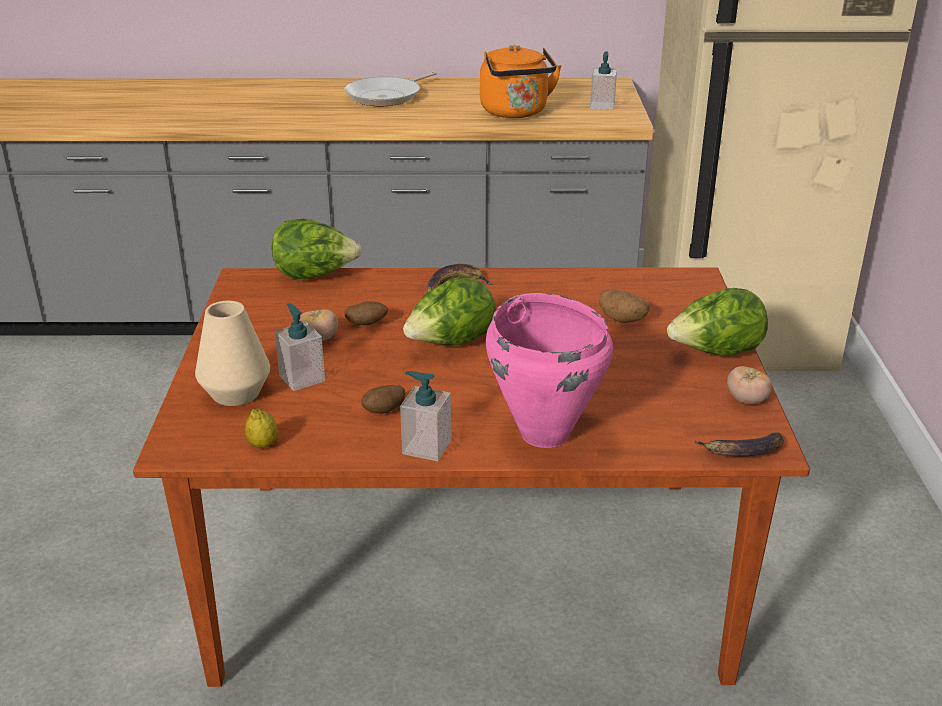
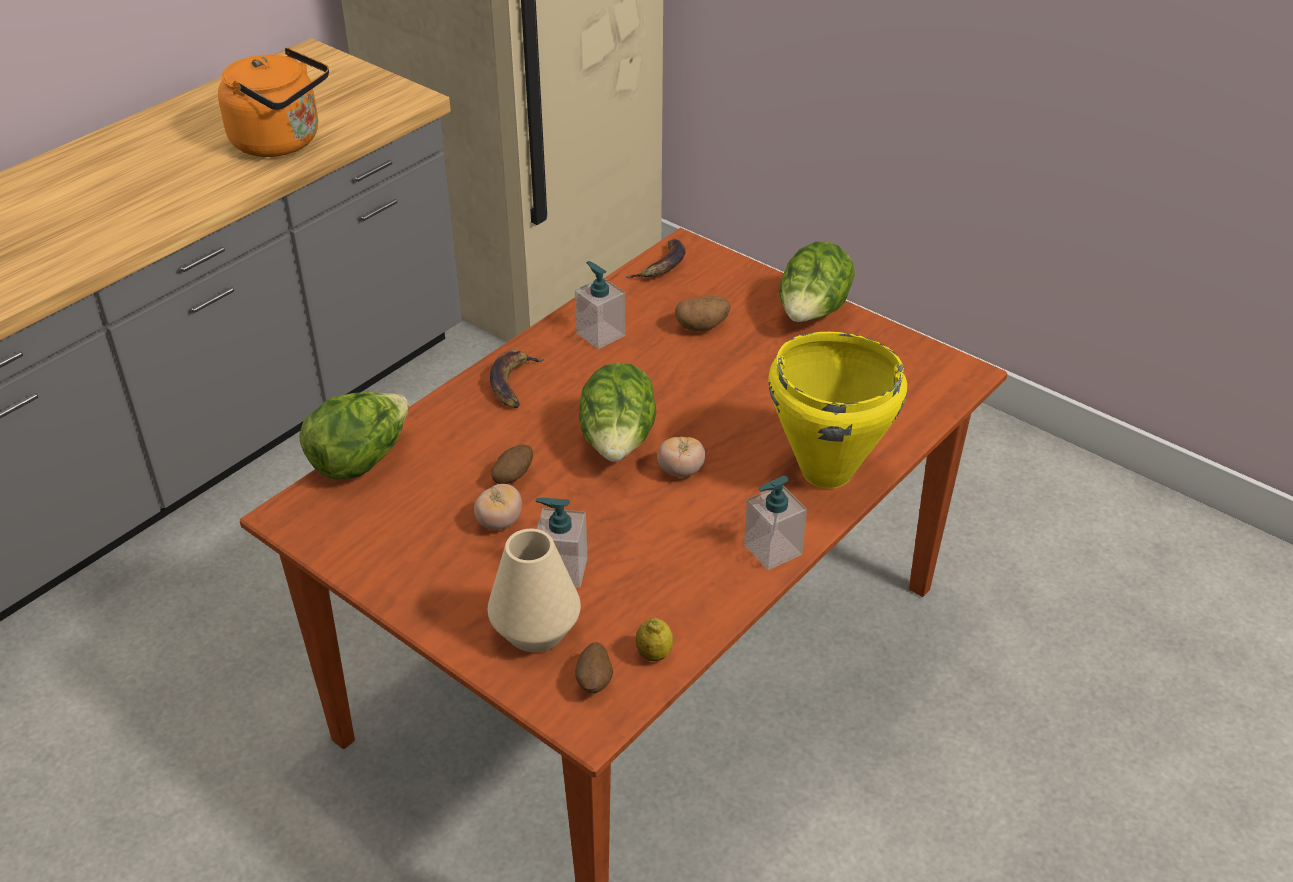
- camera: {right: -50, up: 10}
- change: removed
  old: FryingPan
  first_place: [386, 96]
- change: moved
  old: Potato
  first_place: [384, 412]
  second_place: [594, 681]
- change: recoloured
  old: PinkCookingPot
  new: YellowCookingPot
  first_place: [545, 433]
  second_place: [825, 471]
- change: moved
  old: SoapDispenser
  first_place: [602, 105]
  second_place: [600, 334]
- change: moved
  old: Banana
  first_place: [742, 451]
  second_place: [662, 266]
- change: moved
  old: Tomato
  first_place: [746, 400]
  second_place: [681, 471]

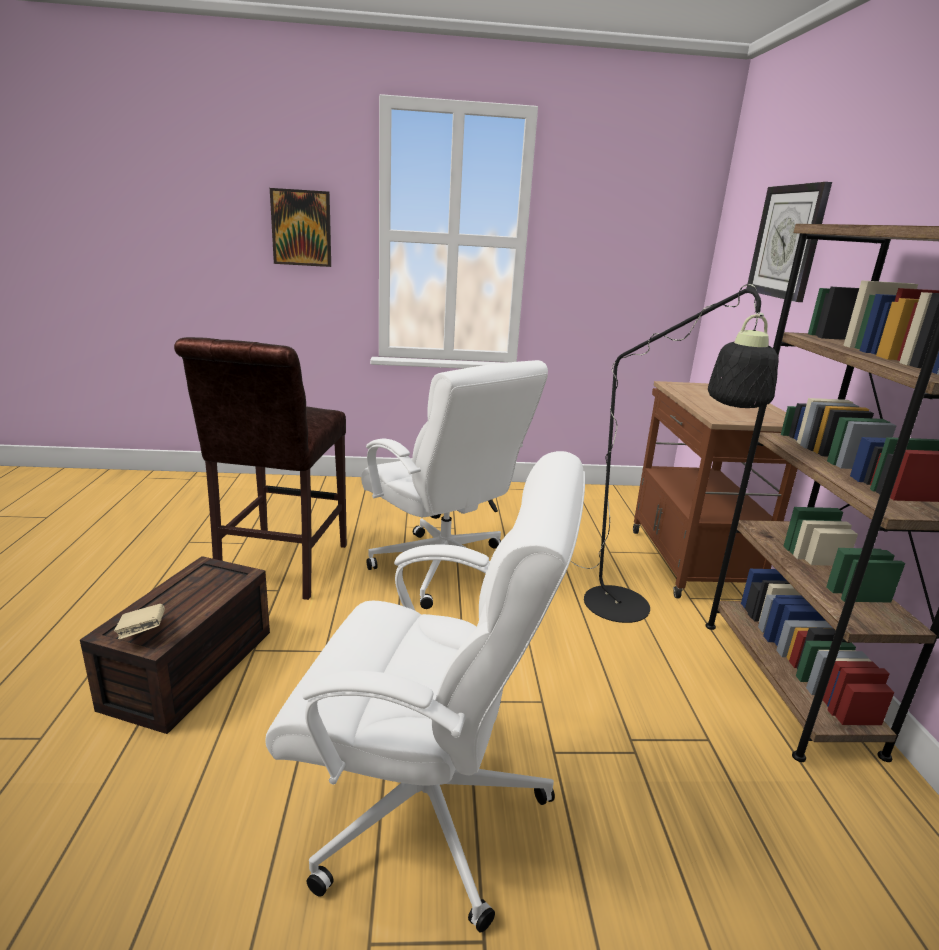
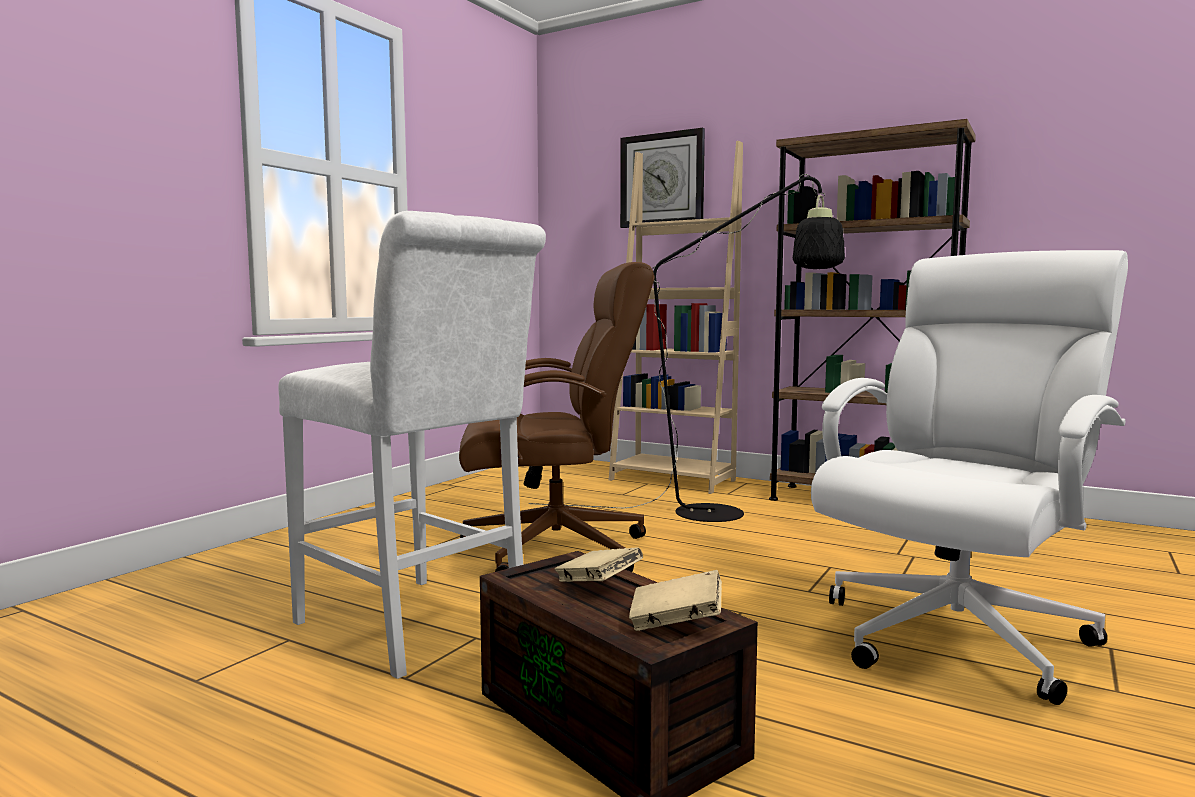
- camera: {right: -55, up: -15}
- change: recoloured
  old: BrownStool
  new: WhiteStool
  first_place: [279, 569]
  second_place: [417, 628]
- change: removed
  old: Picture
  first_place: [301, 228]
- change: recoloured
  old: WhiteOfficeChair
  new: BrownOfficeChair
  first_place: [444, 567]
  second_place: [555, 550]
- change: replaced
  old: BrownCart
  new: BeigeBookcase
  first_place: [688, 560]
  second_place: [672, 480]
- change: added
  new: BeigeBook
  second_place: [598, 585]

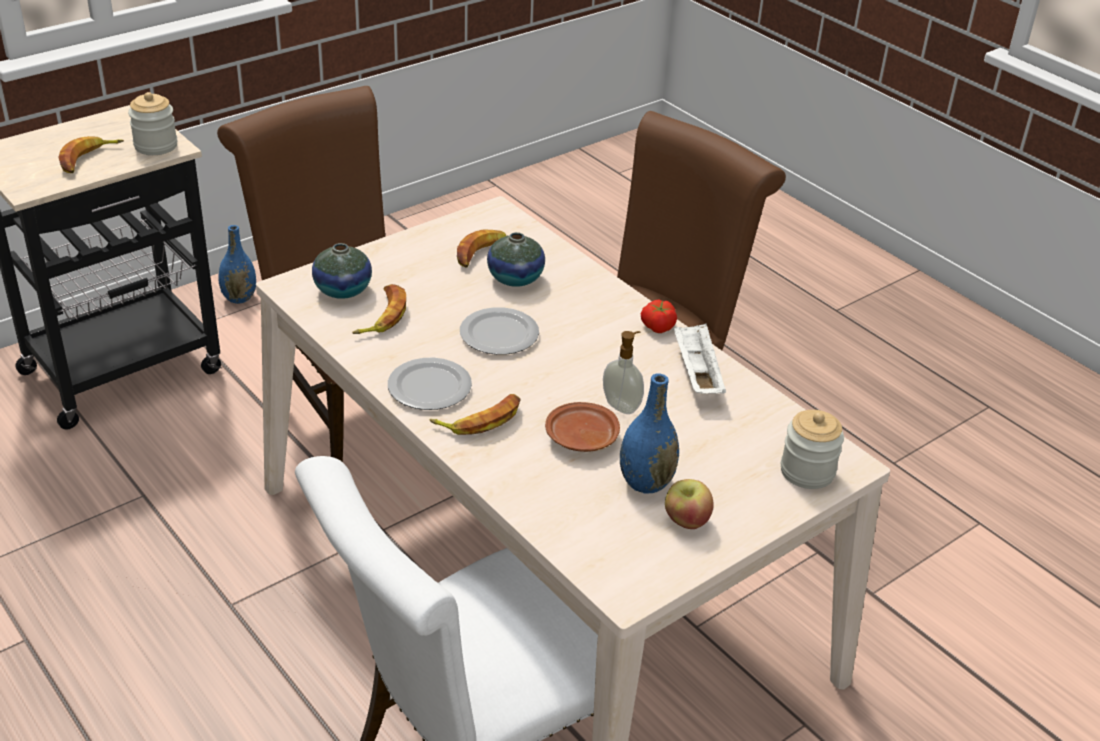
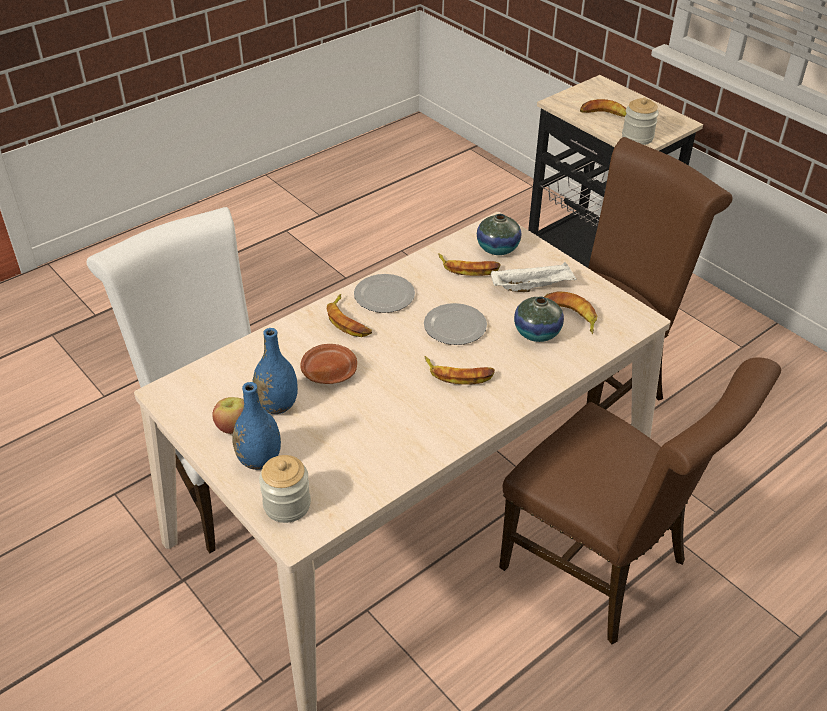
- camera: {right: 90, up: 5}
- change: moved
  old: BlueVase
  first_place: [239, 298]
  second_place: [259, 460]
- change: removed
  old: SoapDispenser
  first_place: [622, 406]
- change: removed
  old: Tomato
  first_place: [657, 326]
- change: moved
  old: WhiteTray
  first_place: [696, 373]
  second_place: [532, 287]
- change: added
  new: Banana
  second_place: [459, 374]

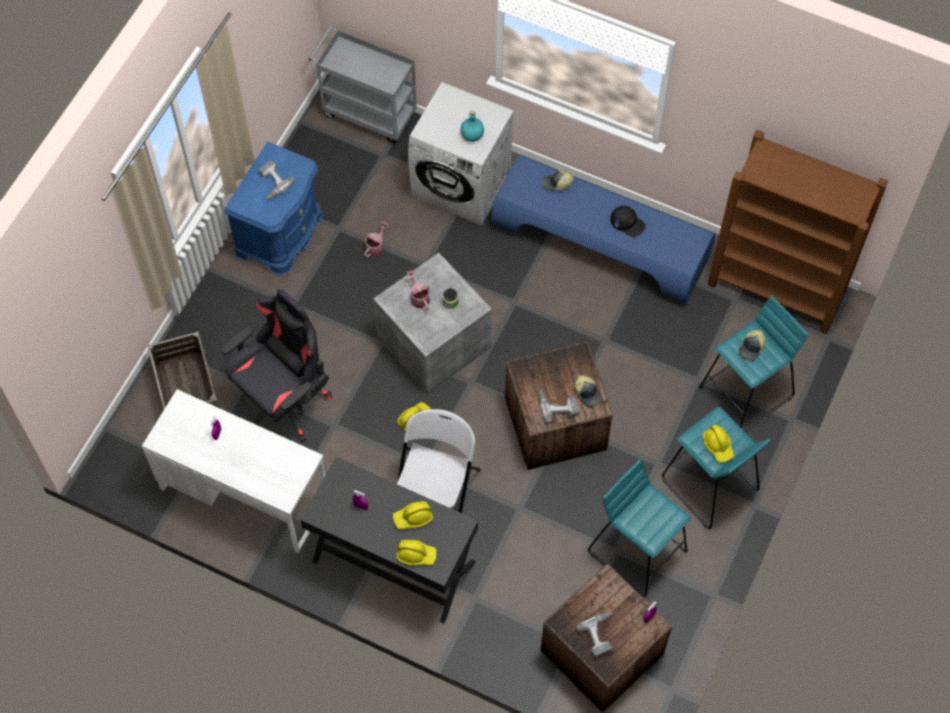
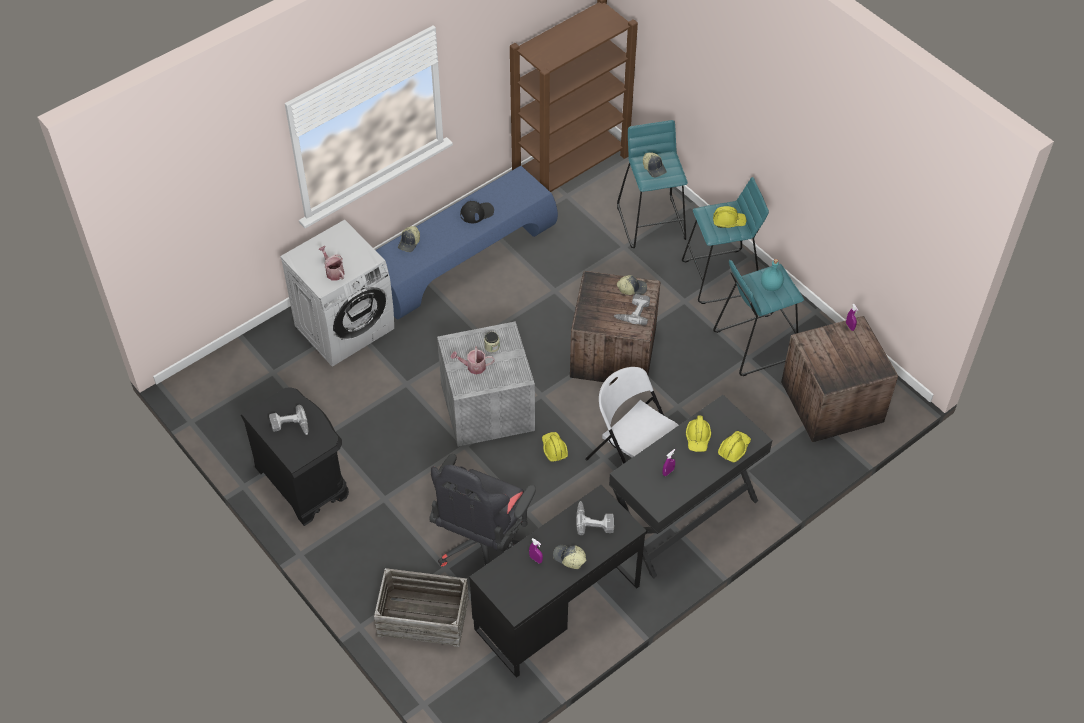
- camera: {right: -65, up: -10}
- change: recoloured
  old: WhiteDesk
  new: BlackDesk
  first_place: [244, 492]
  second_place: [556, 607]
- change: turned
  old: BlackOfficeChair
  first_place: [283, 404]
  second_place: [483, 543]
  degrees: -135
- change: recoloured
  old: BlueNightstand
  new: BlackNightstand
  first_place: [283, 234]
  second_place: [304, 479]
- change: removed
  old: GreyCart
  first_place: [367, 116]
- change: moved
  old: WateringCan
  first_place: [376, 246]
  second_place: [333, 271]
- change: moved
  old: TurquoiseBottle
  first_place: [472, 136]
  second_place: [771, 286]
- change: moved
  old: PowerDrill
  first_place: [600, 635]
  second_place: [594, 520]
- change: added
  new: Cap
  second_place: [569, 558]

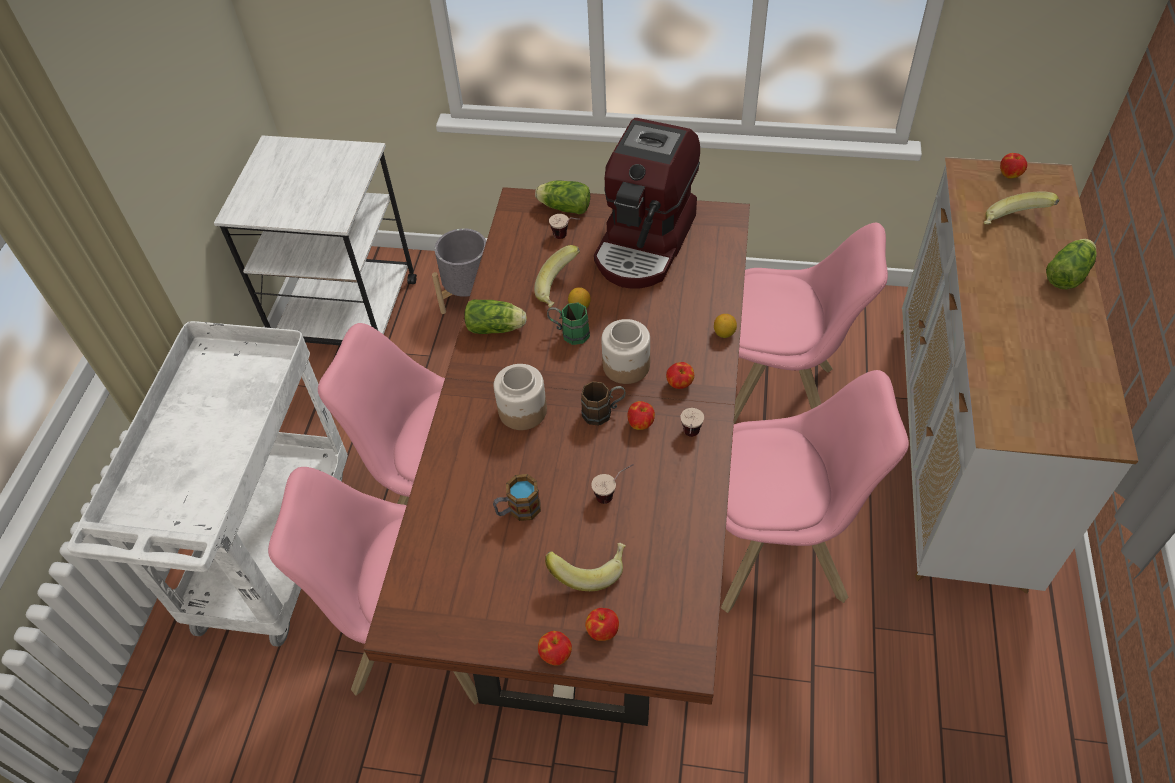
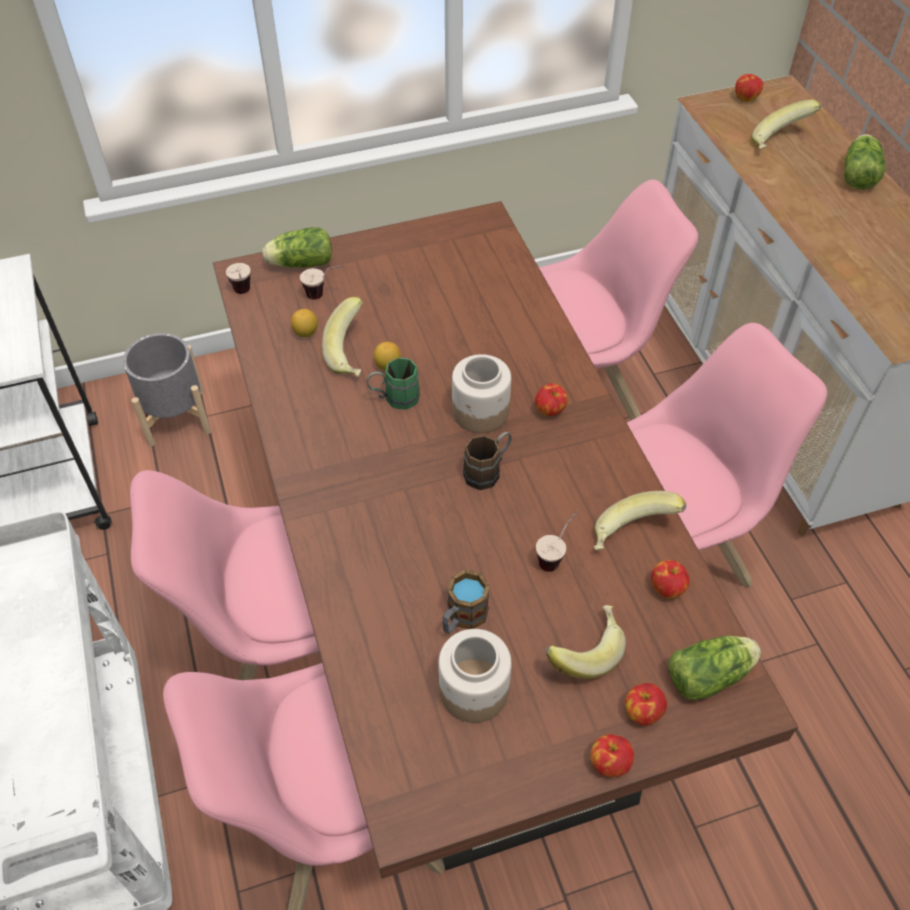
- camera: {right: -30, up: 0}
- change: moved
  old: Lettuce
  first_place: [497, 328]
  second_place: [711, 675]
- change: moved
  old: Jar
  first_place: [522, 411]
  second_place: [473, 690]
- change: removed
  old: CoffeeMachine
  first_place: [646, 243]
- change: moved
  old: Apple
  first_place: [641, 423]
  second_place: [667, 588]
- change: moved
  old: Cup
  first_place: [690, 438]
  second_place: [244, 295]
- change: moved
  old: Lemon
  first_place: [724, 333]
  second_place: [306, 332]
- change: added
  new: Banana
  second_place: [632, 536]

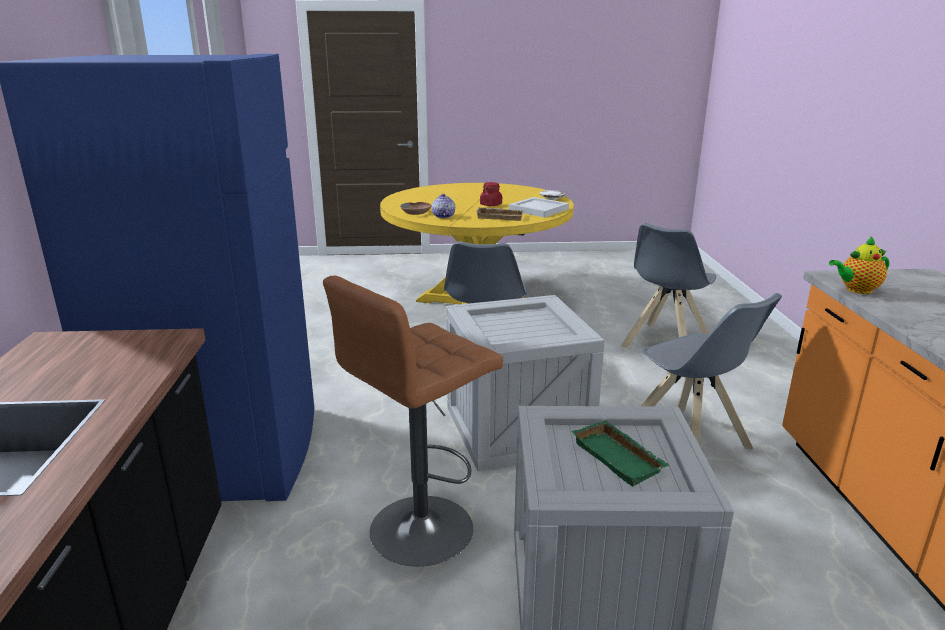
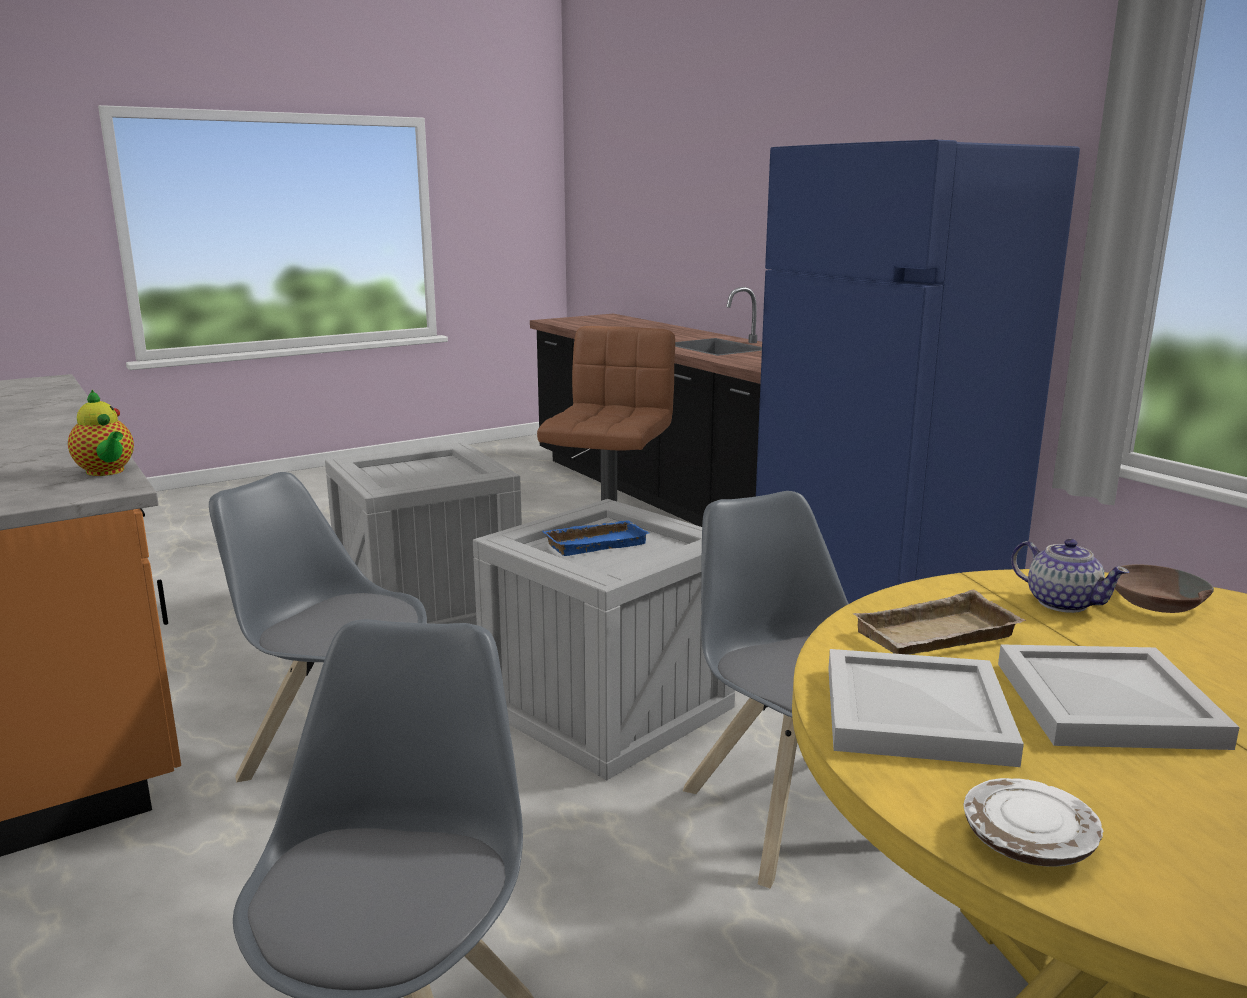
- camera: {right: 150, up: -5}
- change: replaced
  old: RedJar
  new: WhiteTray
  first_place: [491, 205]
  second_place: [1102, 702]
- change: removed
  old: GreenTray
  first_place: [620, 458]
- change: turned
  old: Teapot
  first_place: [856, 290]
  second_place: [107, 472]
  degrees: 90
- change: added
  new: BlueTray
  second_place: [595, 543]

